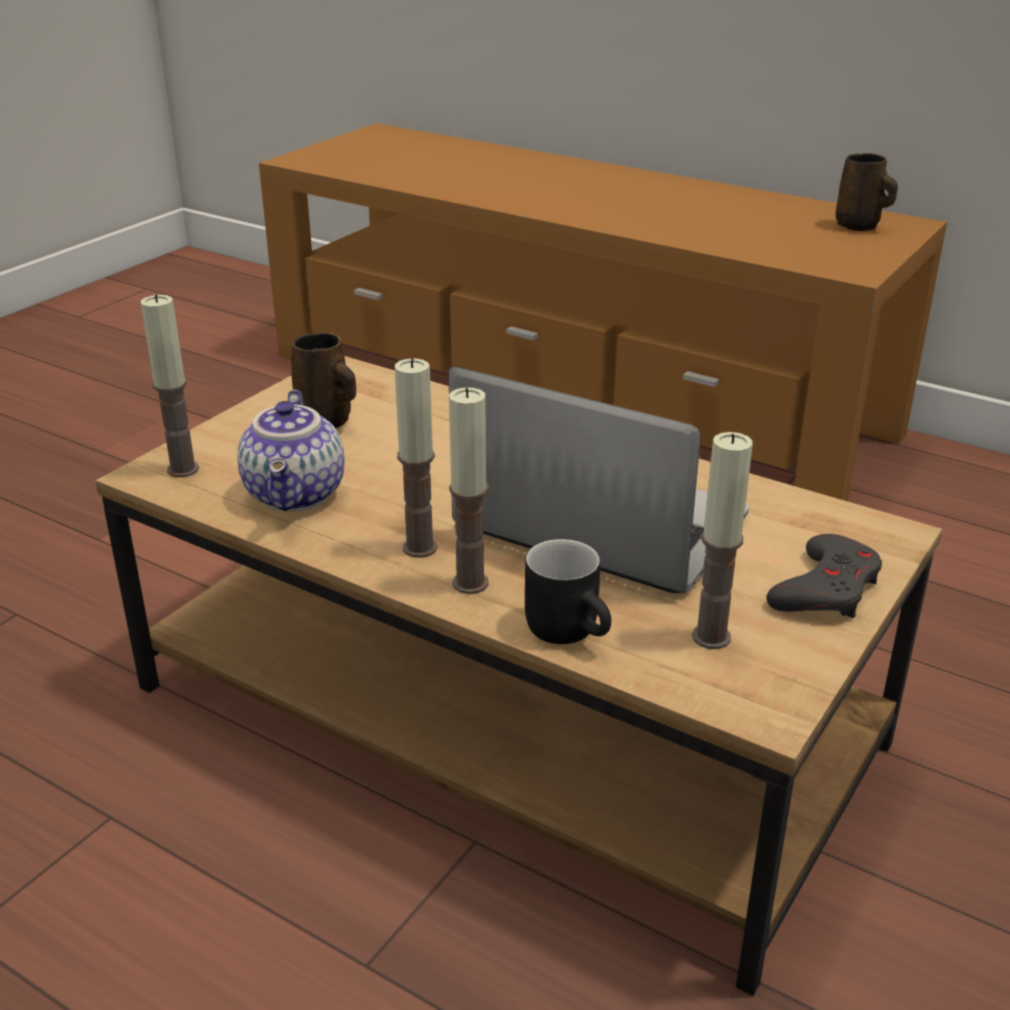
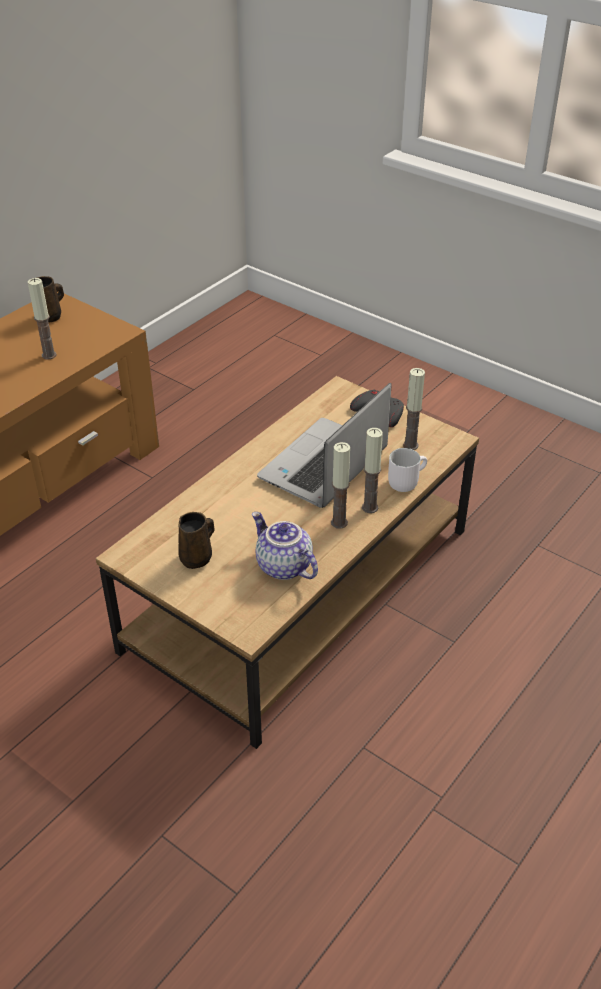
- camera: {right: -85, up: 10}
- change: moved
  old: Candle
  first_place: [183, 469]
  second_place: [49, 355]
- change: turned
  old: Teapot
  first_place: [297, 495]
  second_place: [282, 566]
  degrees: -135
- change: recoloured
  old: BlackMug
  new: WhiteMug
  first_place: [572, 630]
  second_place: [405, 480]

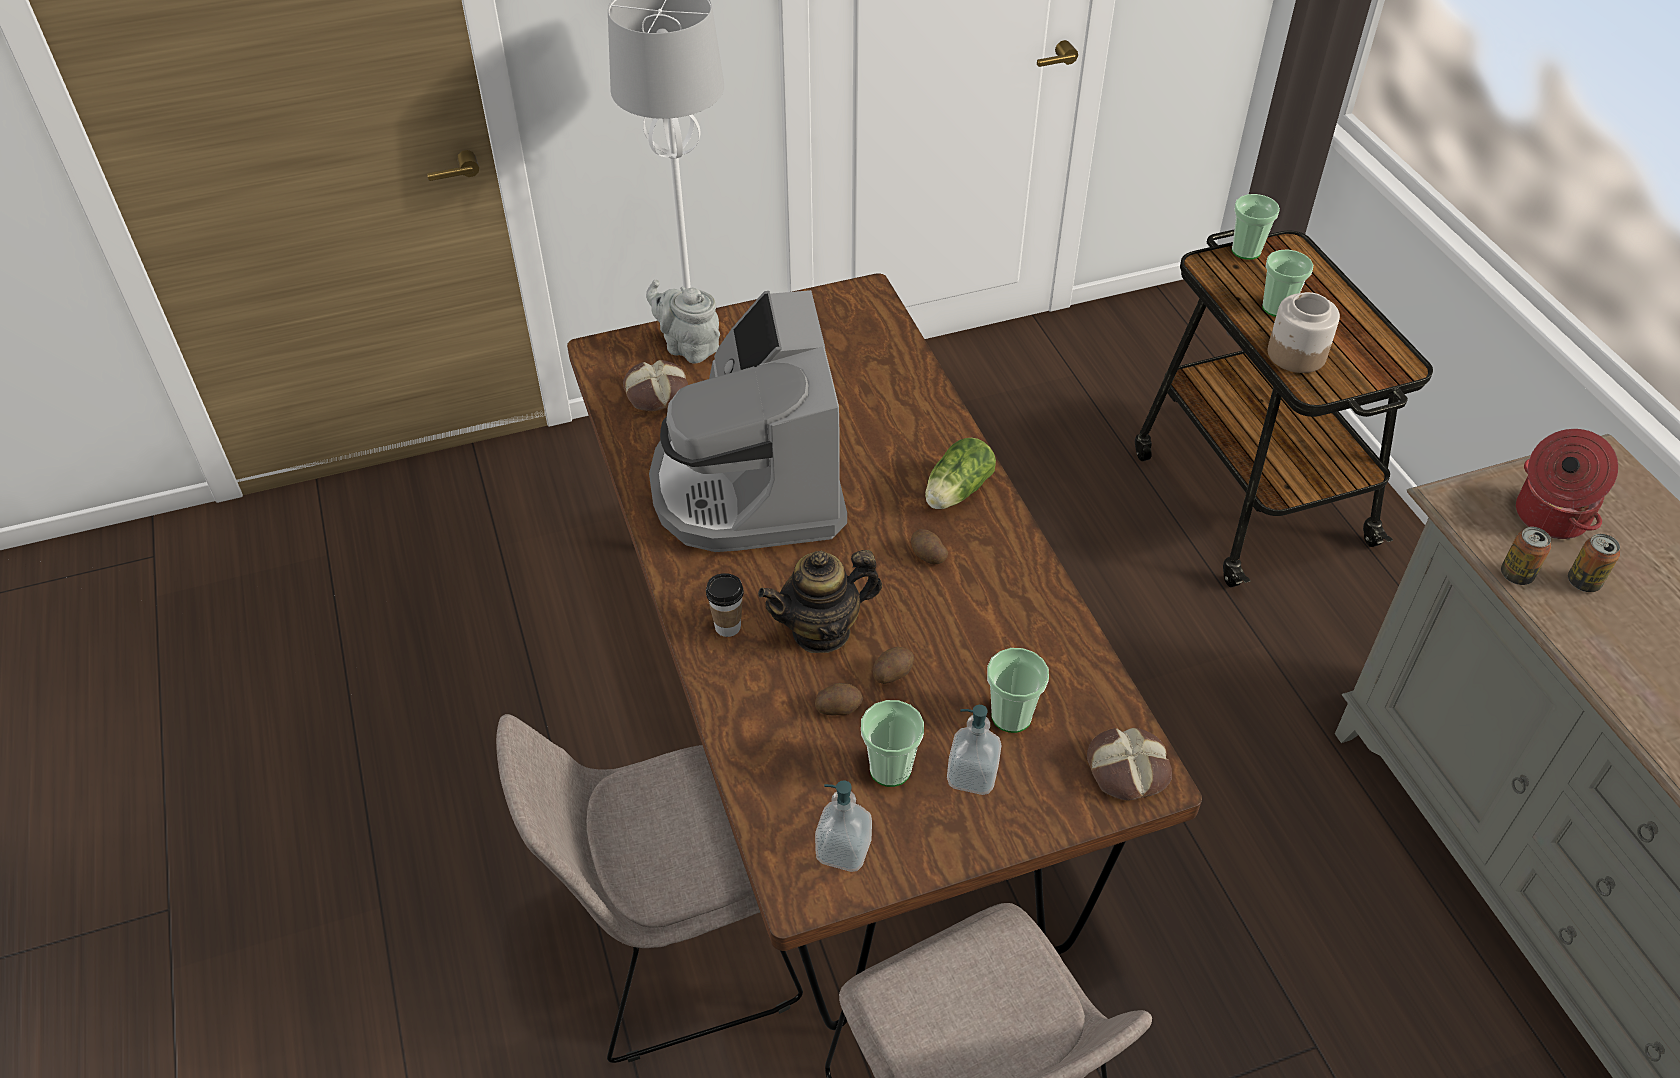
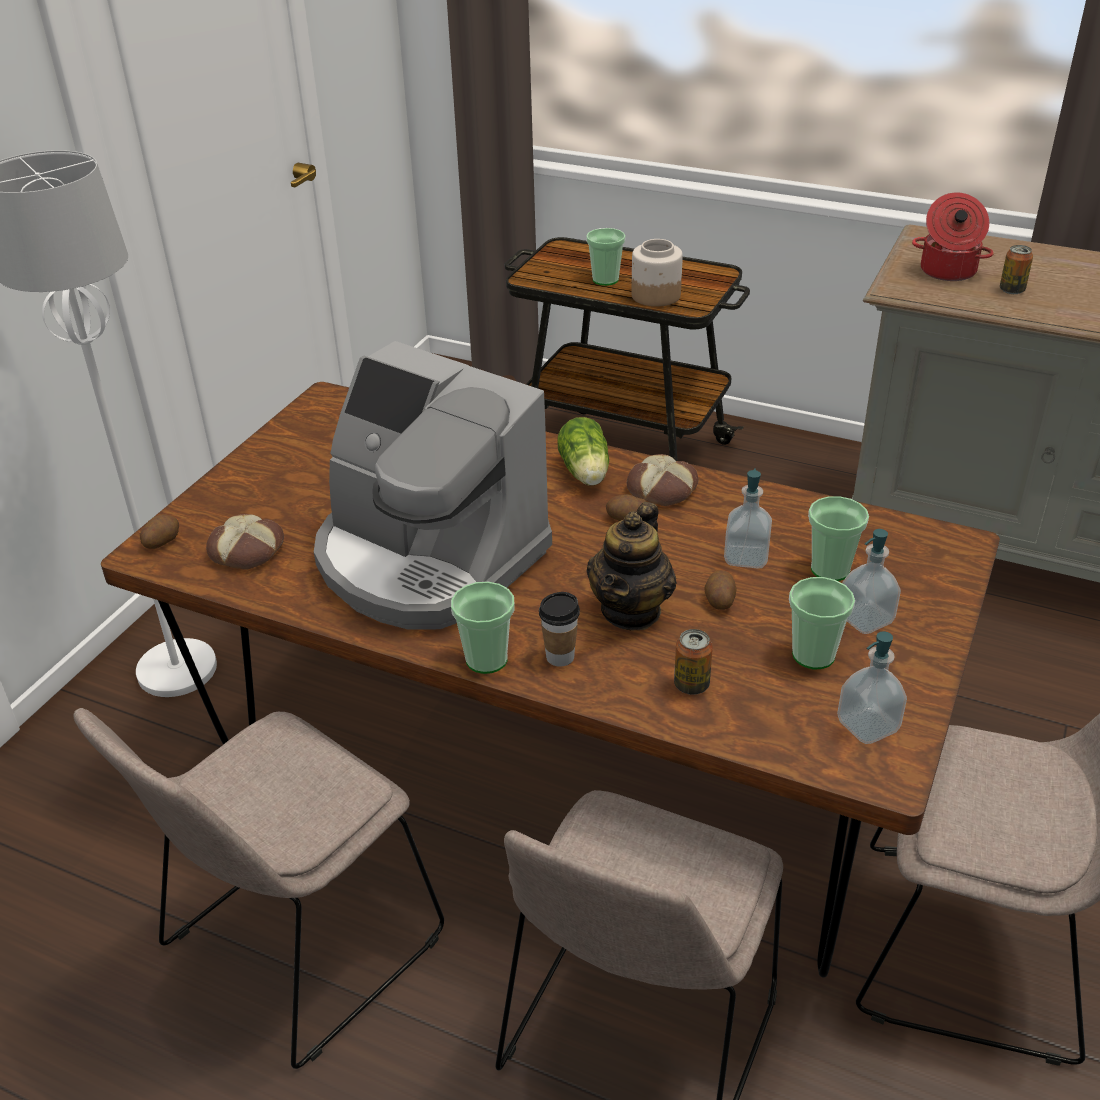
- camera: {right: -45, up: -10}
- change: removed
  old: GreyTeapot
  first_place: [688, 347]
- change: moved
  old: Potato
  first_place: [838, 707]
  second_place: [161, 541]
- change: moved
  old: Bread
  first_place: [1127, 771]
  second_place: [663, 489]
- change: moved
  old: Cup
  first_place: [1246, 251]
  second_place: [486, 659]
- change: moved
  old: Can
  first_place: [1516, 575]
  second_place: [691, 685]
- change: added
  new: BeigeChair
  second_place: [296, 947]
- change: added
  new: SoapDispenser
  second_place: [746, 557]

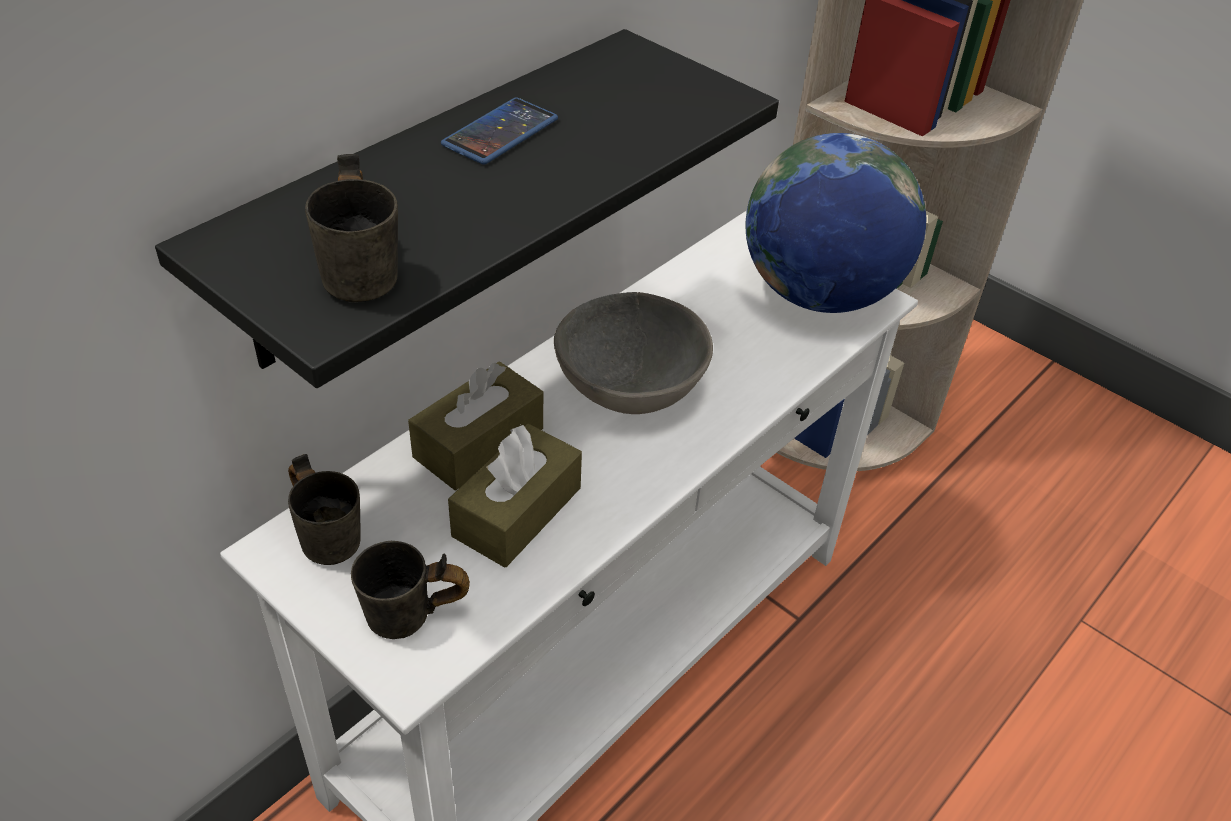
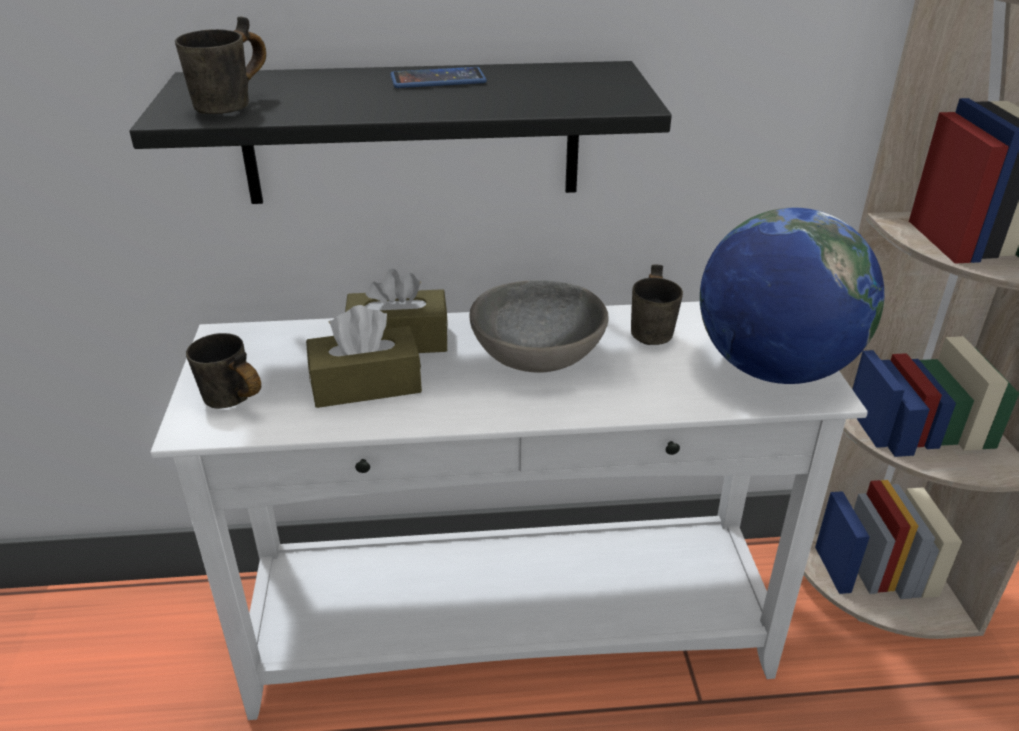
- camera: {right: 45, up: -10}
- change: moved
  old: GreyMug
  first_place: [332, 533]
  second_place: [656, 331]

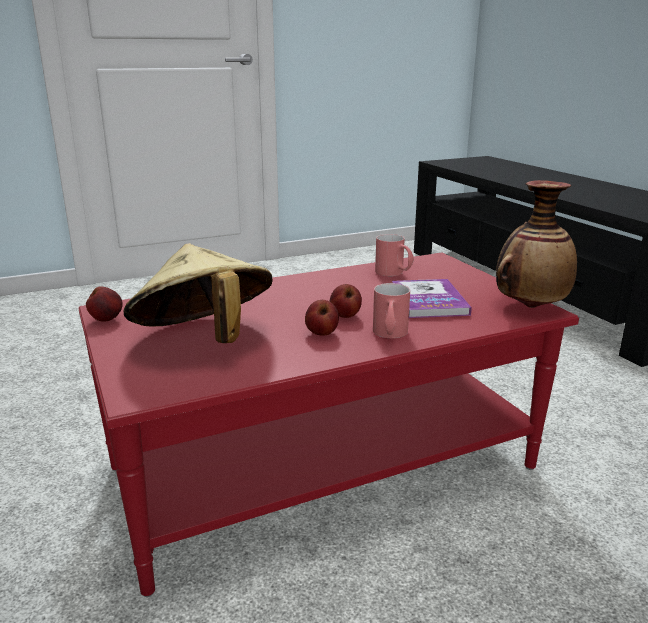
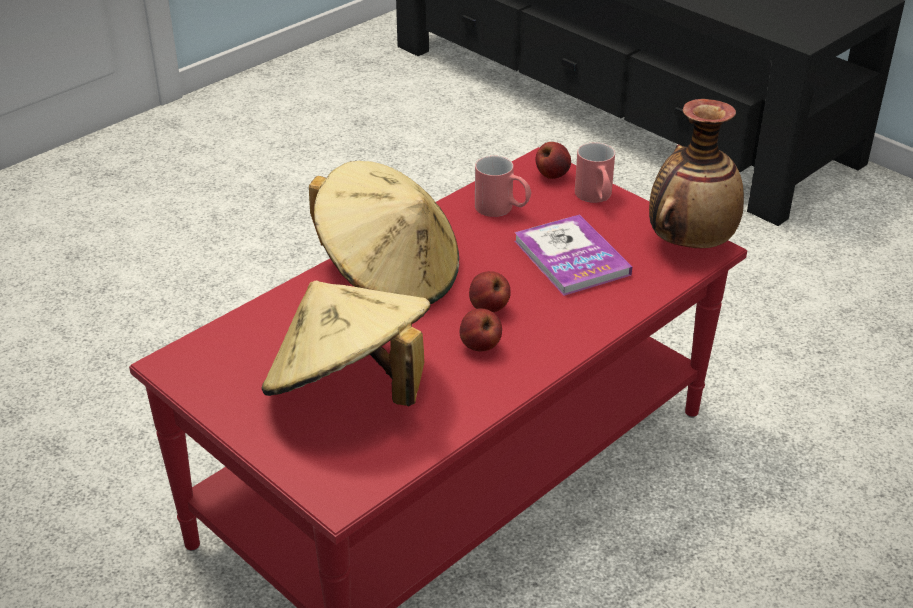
- camera: {right: -20, up: 15}
- change: moved
  old: Apple
  first_place: [107, 319]
  second_place: [552, 175]
- change: moved
  old: RedMug
  first_place: [389, 335]
  second_place: [596, 198]
- change: added
  new: BeigeHat
  second_place: [389, 276]

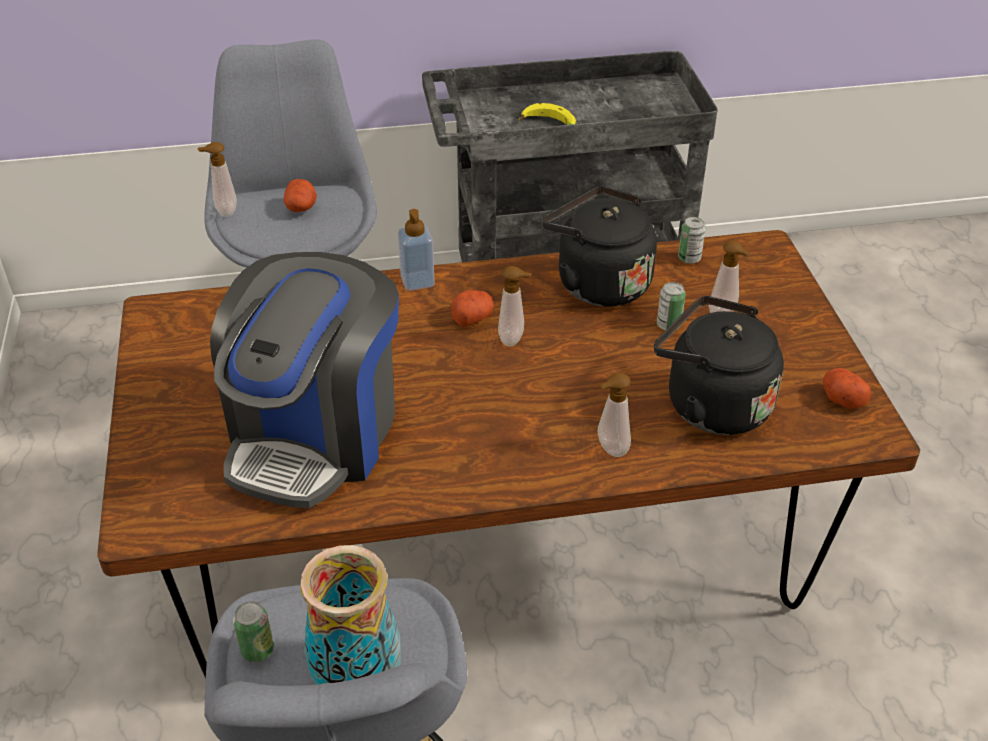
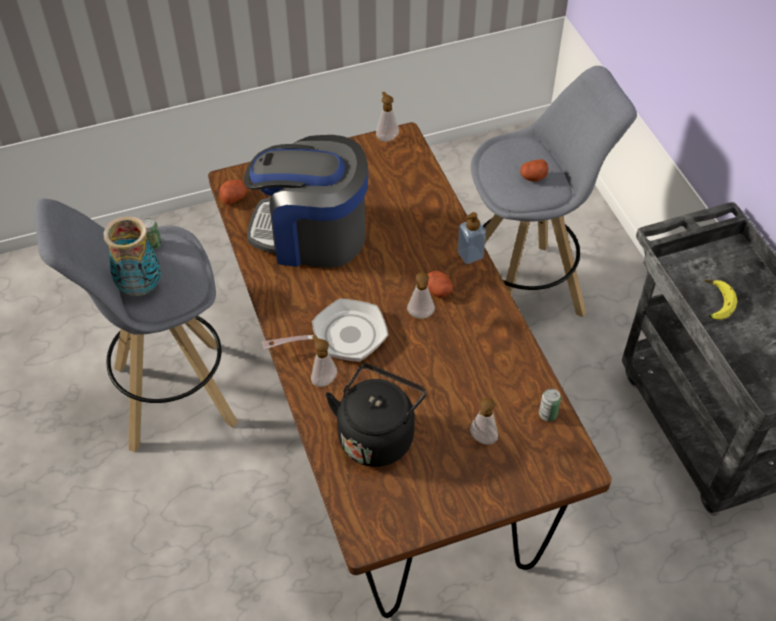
- camera: {right: 80, up: 10}
- change: moved
  old: SoapDispenser
  first_place: [224, 211]
  second_place: [386, 137]
- change: removed
  old: BlackKettle
  first_place: [598, 283]
- change: removed
  old: Can
  first_place: [668, 325]
- change: moved
  old: Potato
  first_place: [841, 398]
  second_place: [234, 197]
- change: added
  new: FryingPan
  second_place: [342, 337]

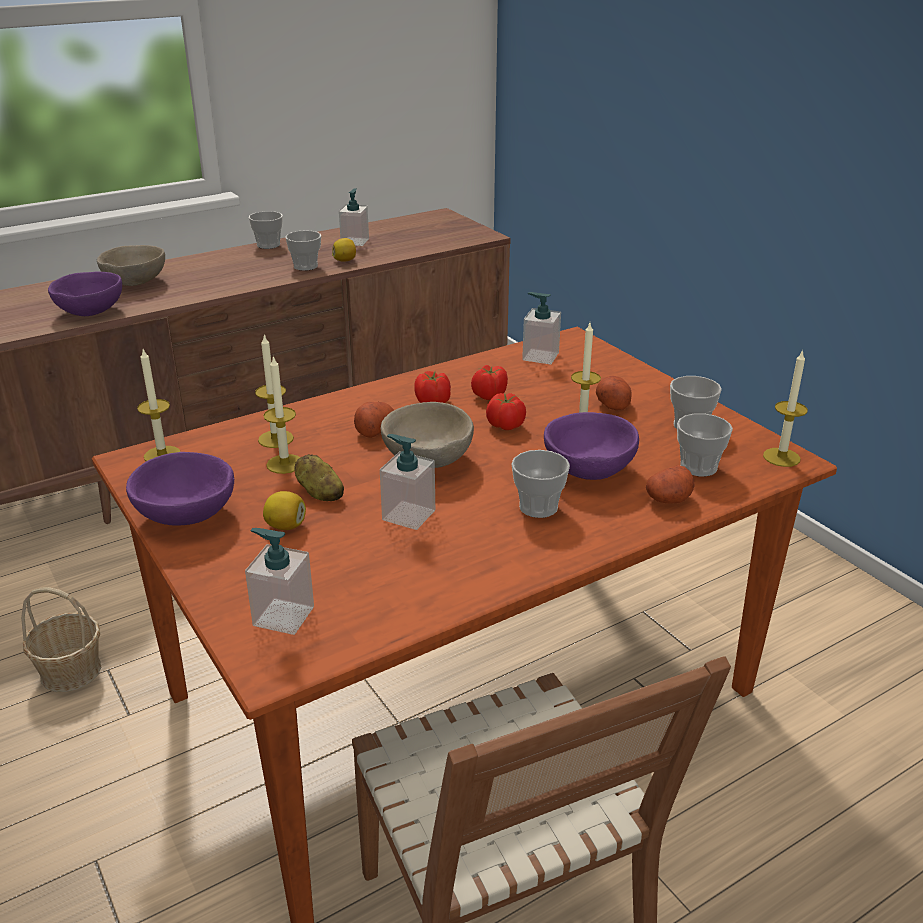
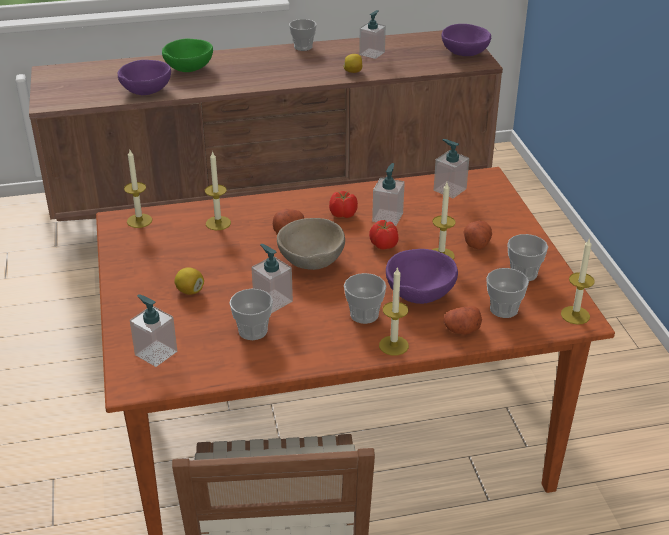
- camera: {right: 20, up: 5}
- change: removed
  old: Basket
  first_place: [70, 671]
- change: recoloured
  old: BeigeBowl
  new: GreenBowl
  first_place: [135, 282]
  second_place: [189, 68]
- change: moved
  old: PurpleBowl
  first_place: [185, 515]
  second_place: [464, 53]
- change: moved
  old: Candle
  first_place: [285, 464]
  second_place: [393, 345]
- change: moved
  old: Cup
  first_place: [305, 266]
  second_place: [253, 331]
- change: removed
  old: Potato
  first_place: [319, 493]
- change: replaced
  old: Tomato
  new: SoapDispenser
  first_place: [489, 396]
  second_place: [387, 217]

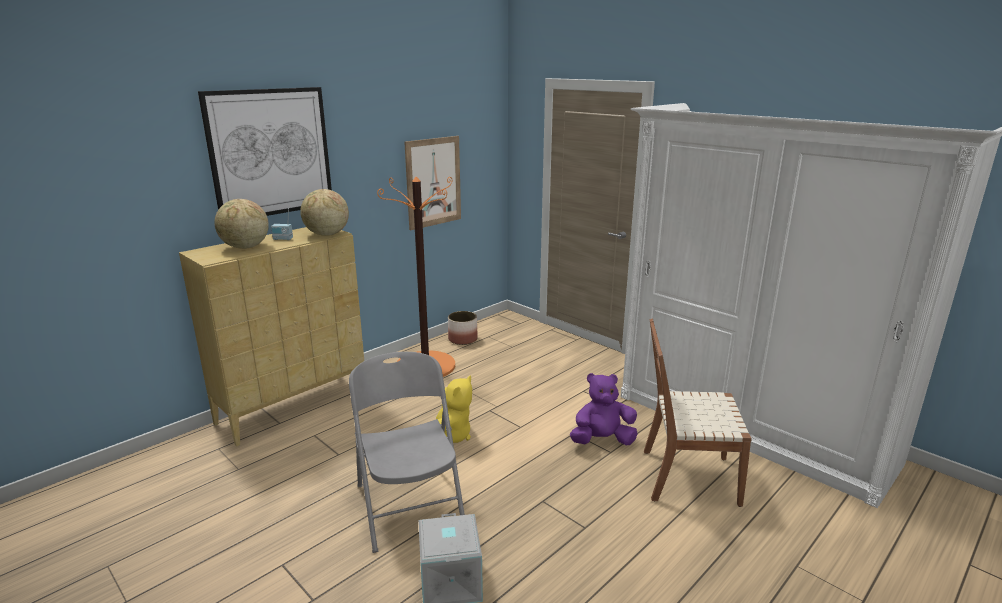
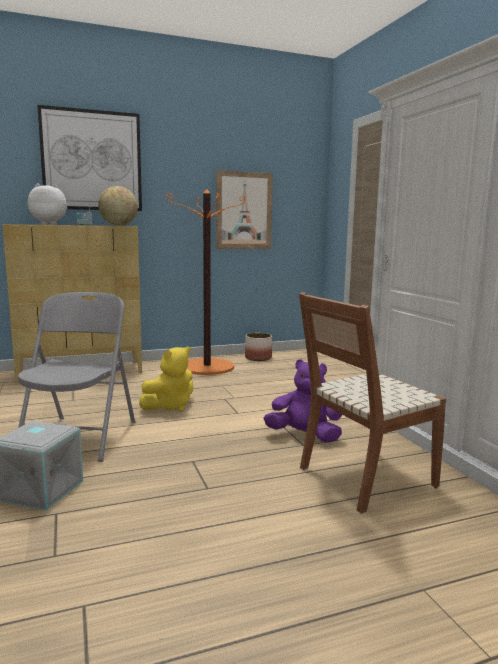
- camera: {right: 25, up: -10}
- change: replaced
  old: Globe
  new: PlushToy
  first_place: [245, 247]
  second_place: [50, 224]
- change: turned
  old: Chair
  first_place: [684, 477]
  second_place: [362, 479]
  degrees: -60

